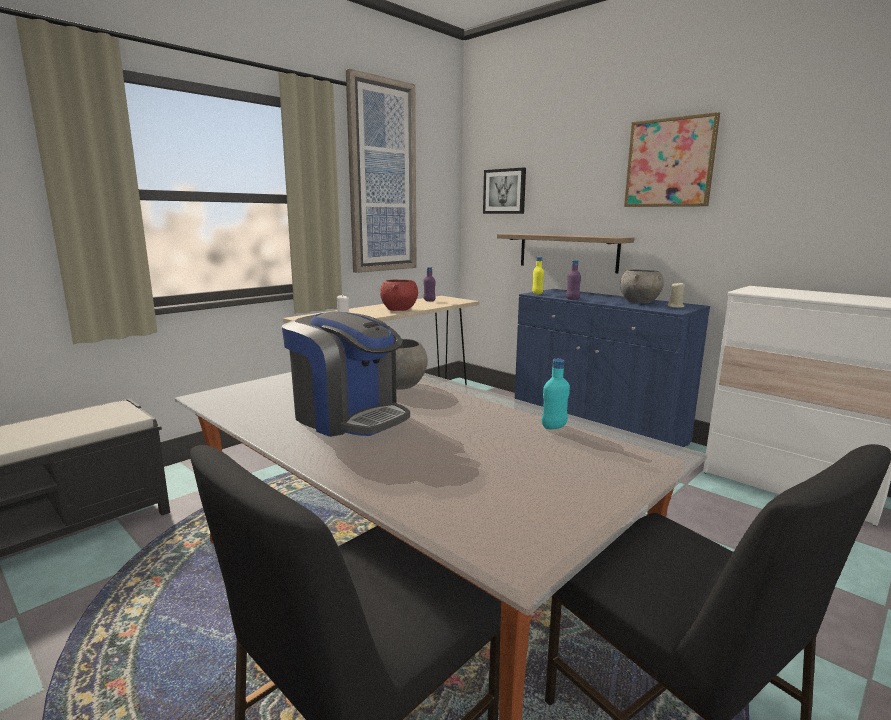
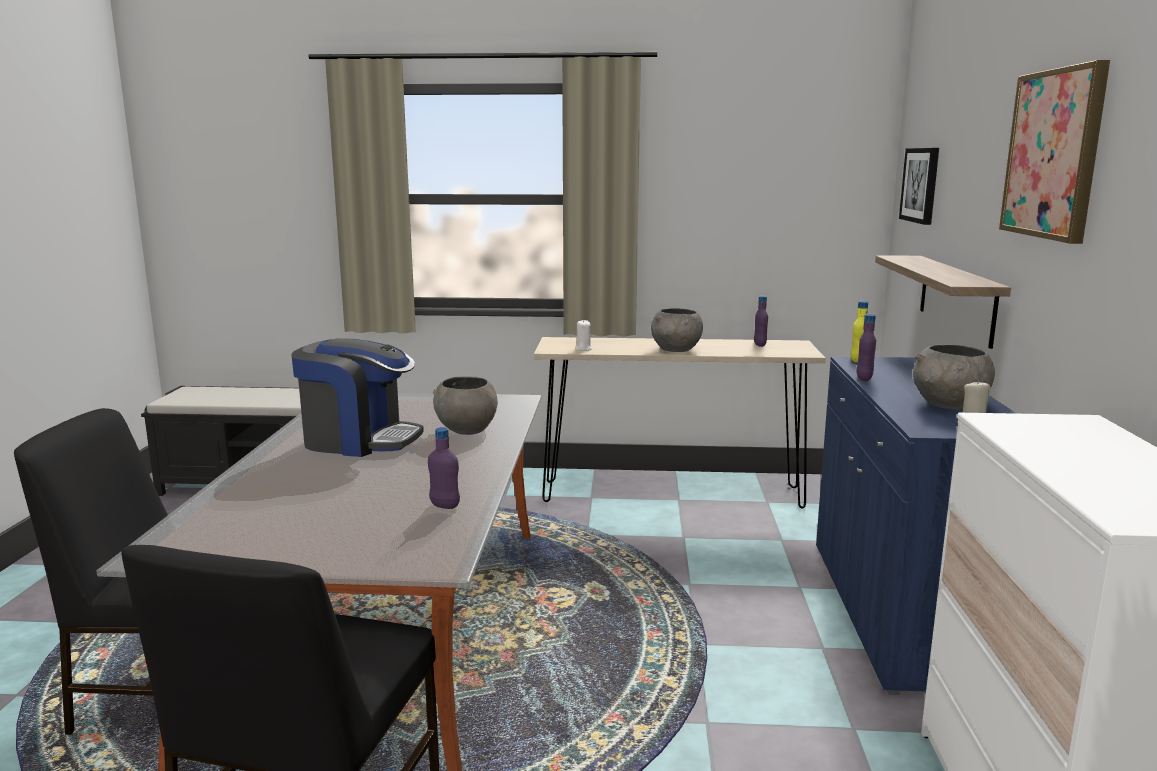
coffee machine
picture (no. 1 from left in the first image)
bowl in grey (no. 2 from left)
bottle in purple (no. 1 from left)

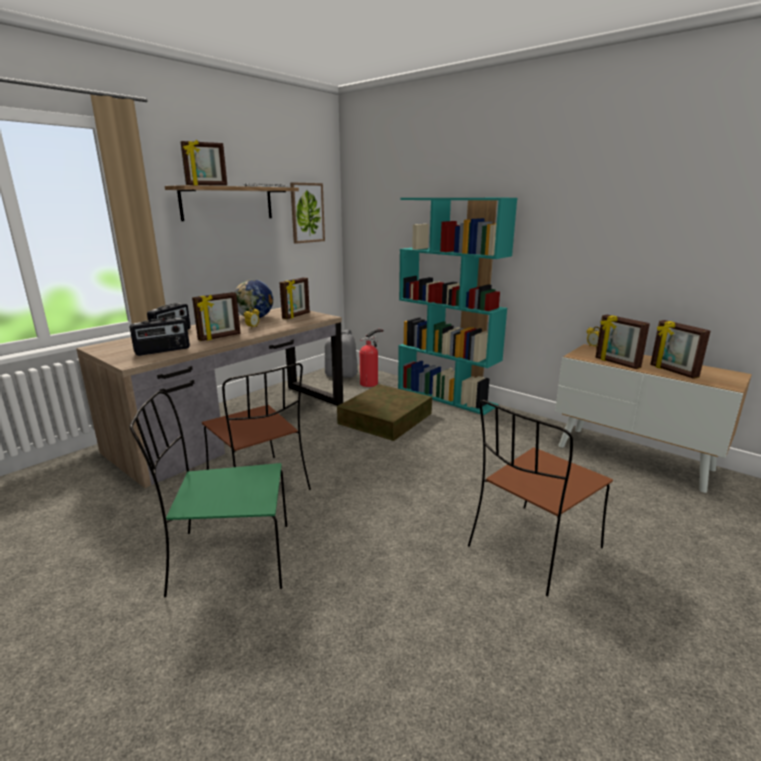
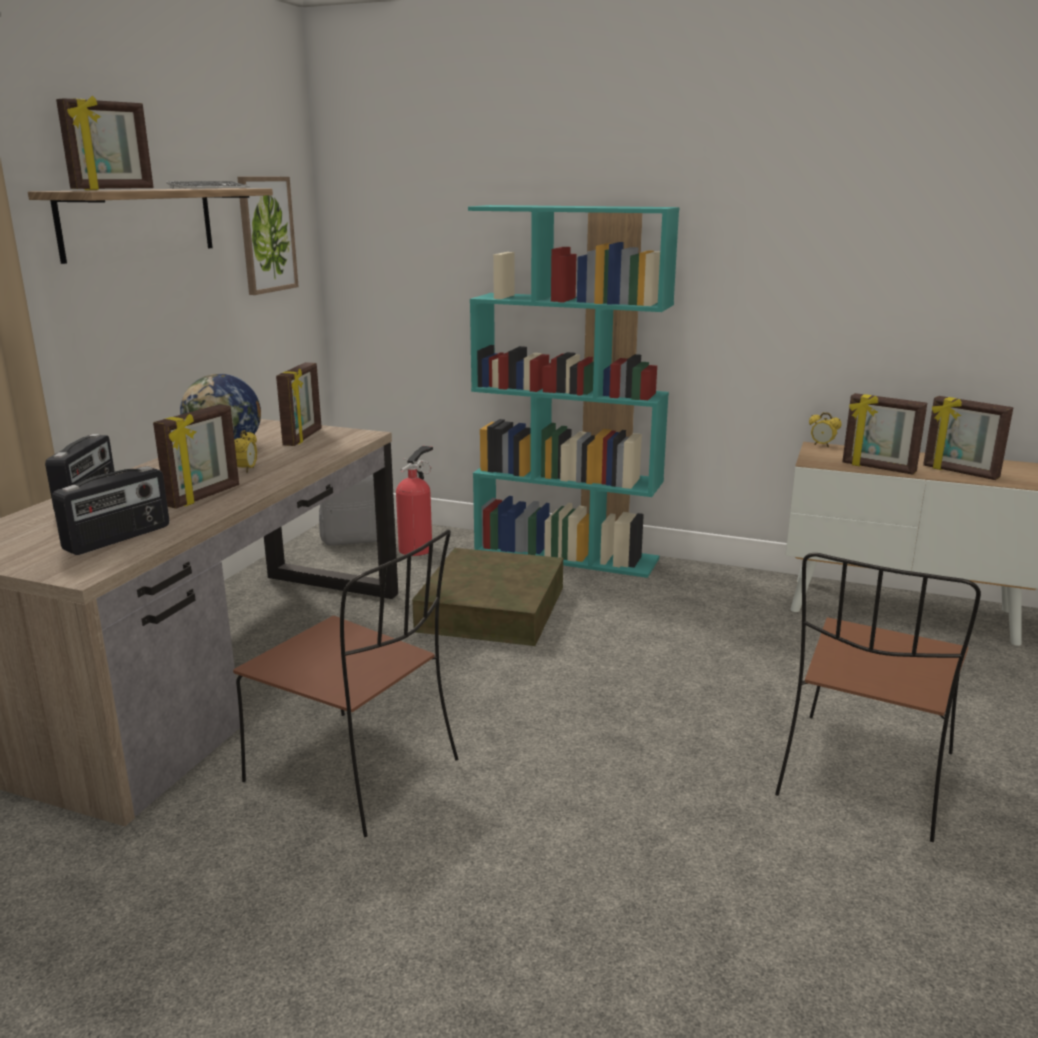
chair in green

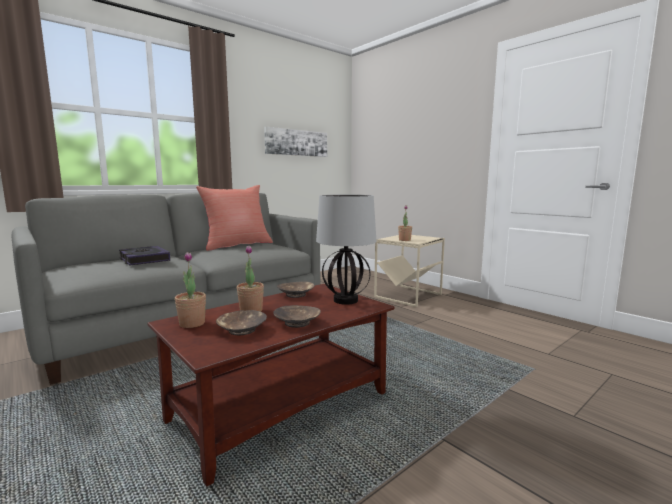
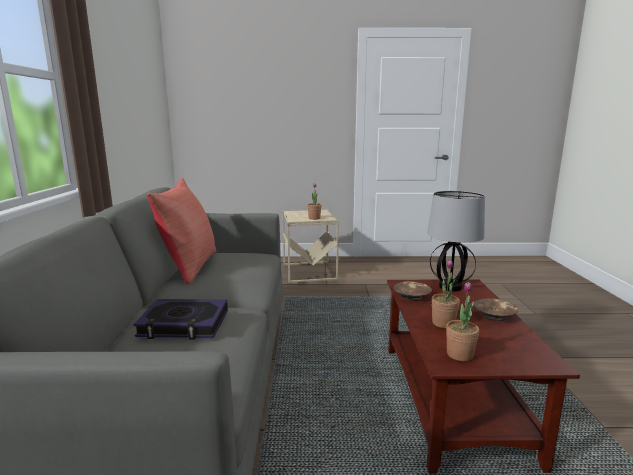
bowl in brown (no. 1 from left in the first image)
picture

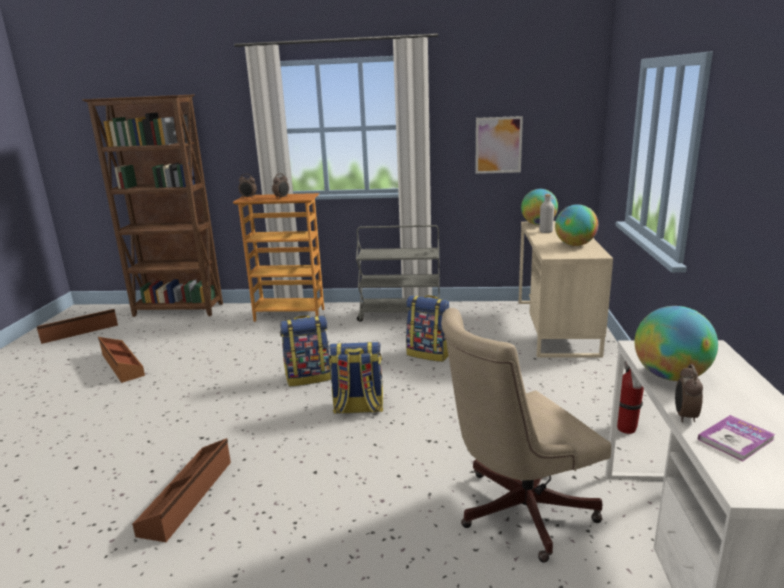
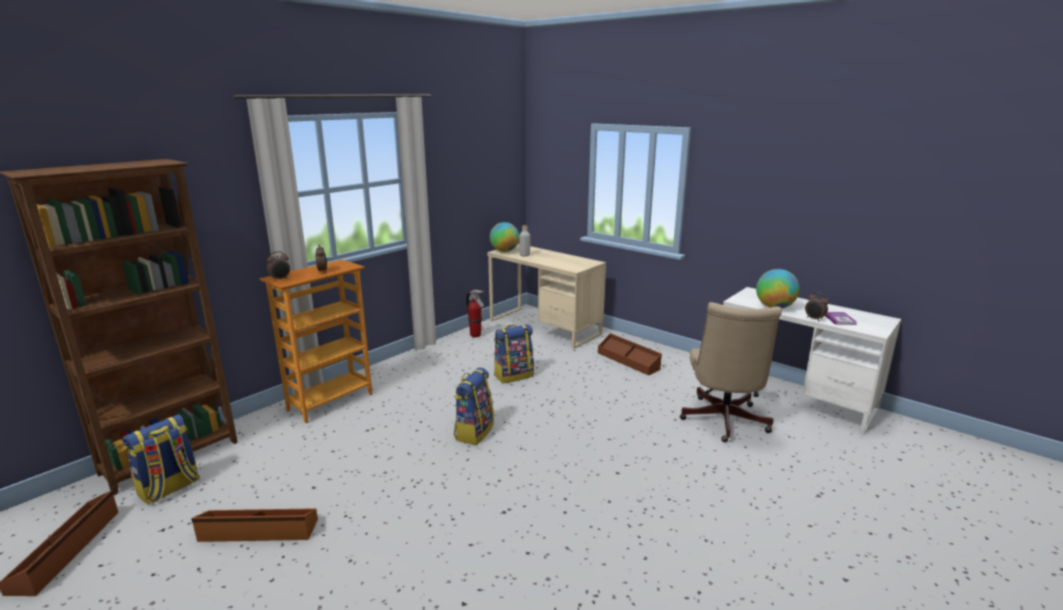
storage box in brown (no. 3 from left)
backpack (no. 1 from left)
cart in grey
picture
globe (no. 2 from left in the first image)
fire extinguisher

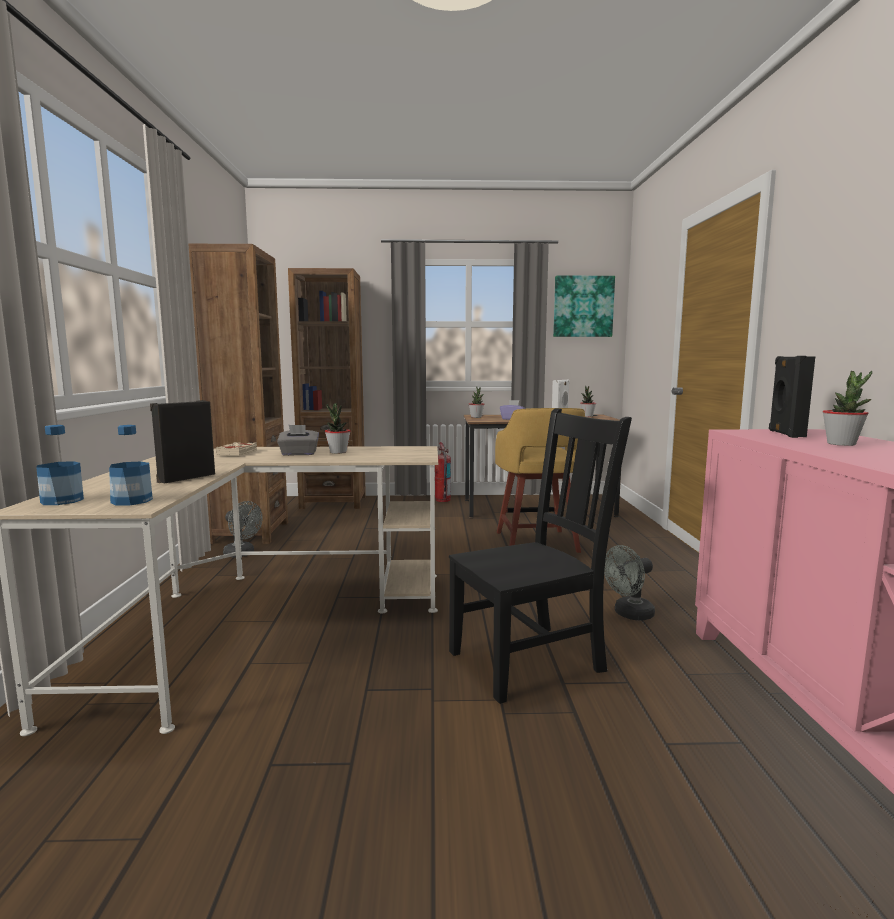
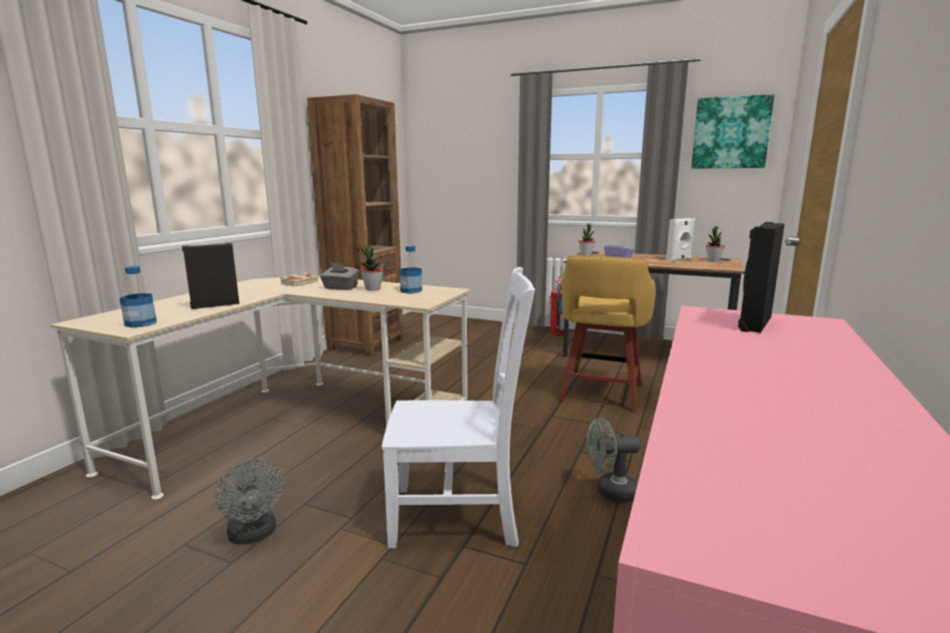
bottle (no. 2 from left)
fan in grey (no. 1 from left)
bookcase in brown (no. 2 from left in the first image)
chair in white
potted plant (no. 4 from left in the first image)

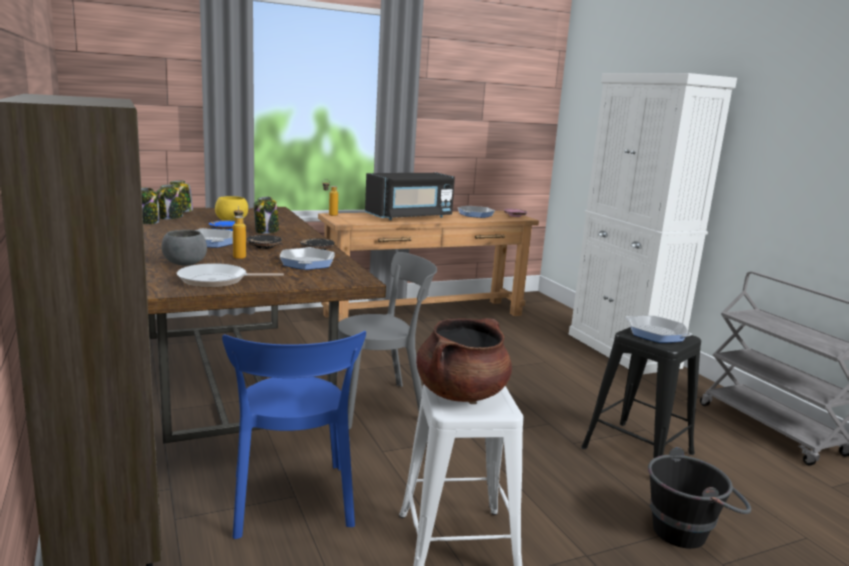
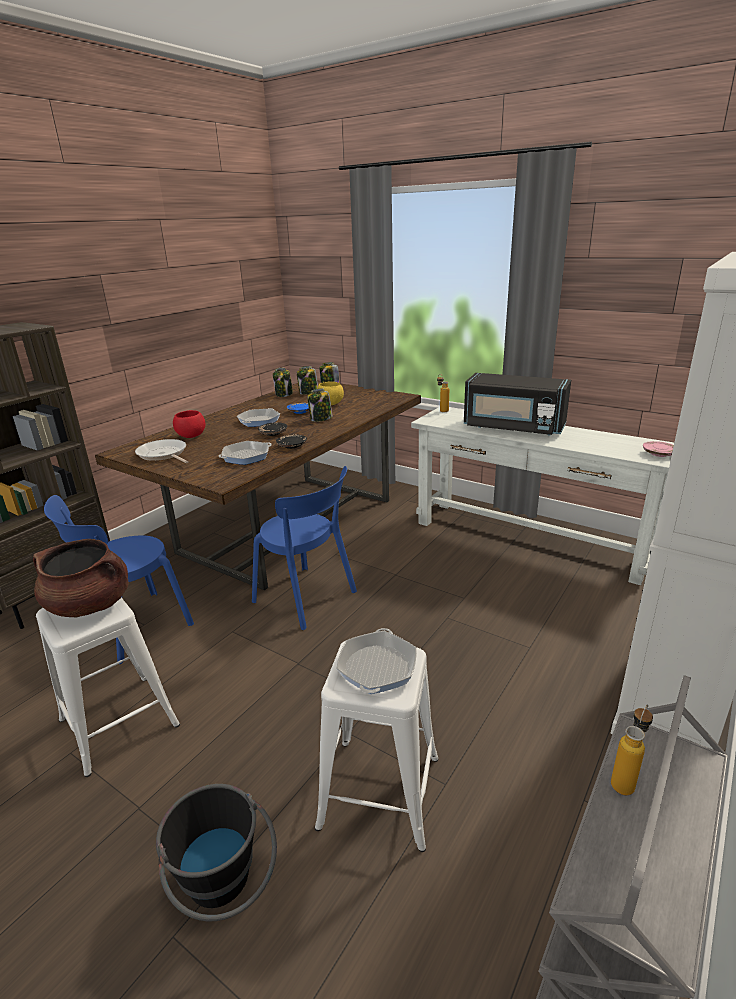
bowl in red
bottle (no. 2 from left)
console table in white
chair in blue (no. 2 from left)
frying pan (no. 4 from left in the first image)
stool in white (no. 2 from left)

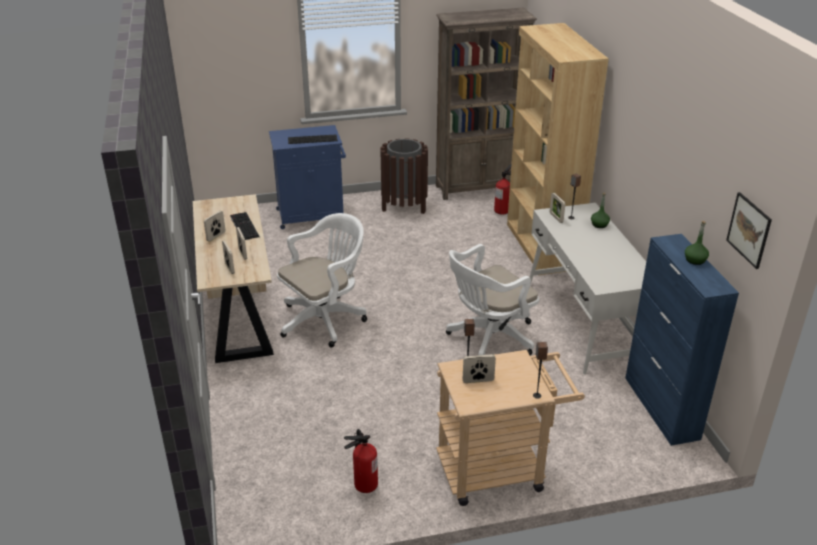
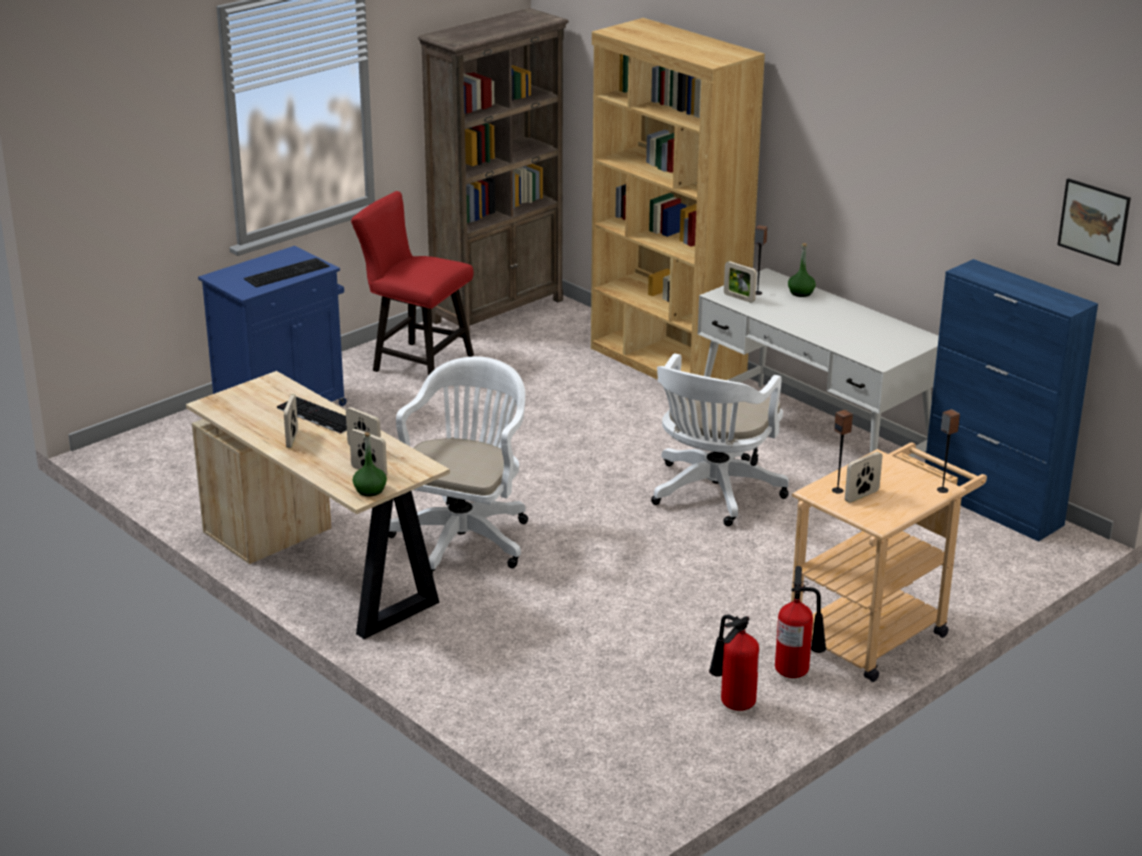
chair in red
fire extinguisher (no. 2 from left)
bottle in green (no. 1 from left)

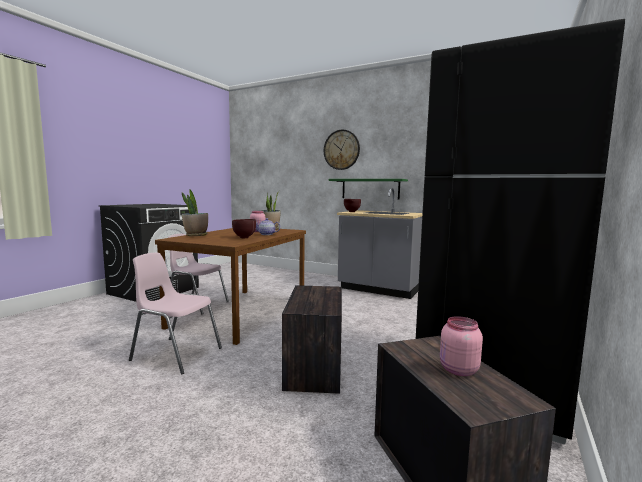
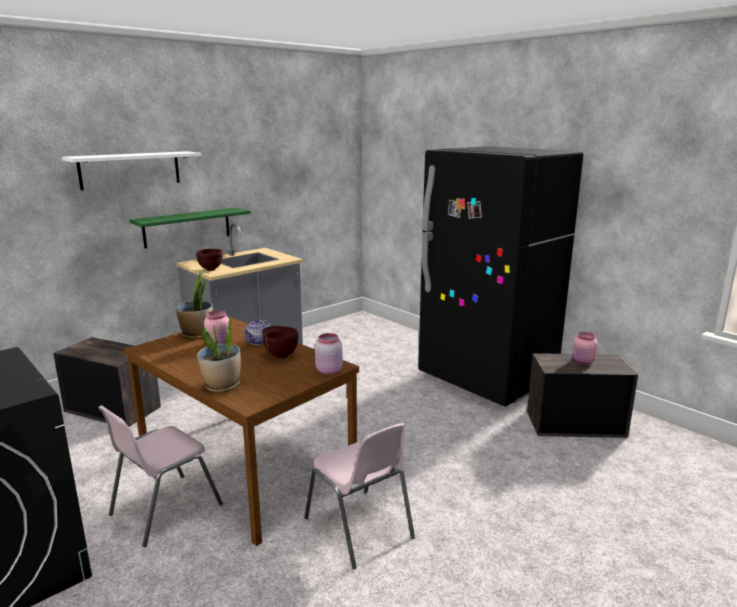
chair in pink (no. 2 from left)
crate (no. 1 from left)
shelf in white
jar in pink (no. 2 from left)

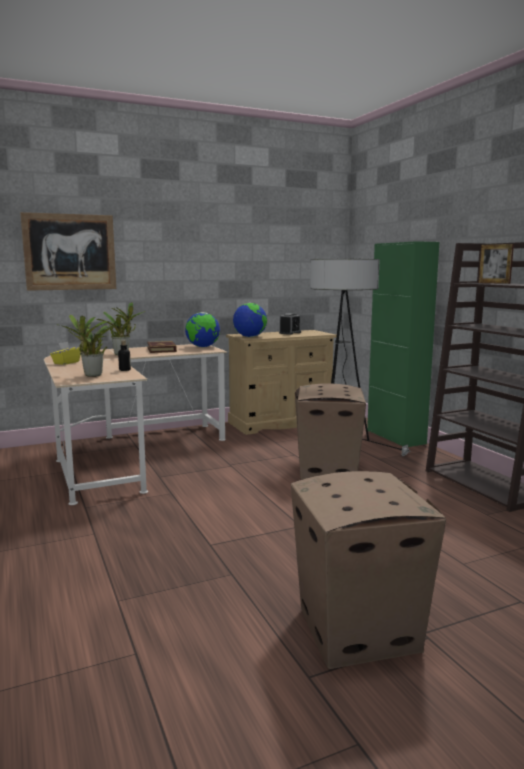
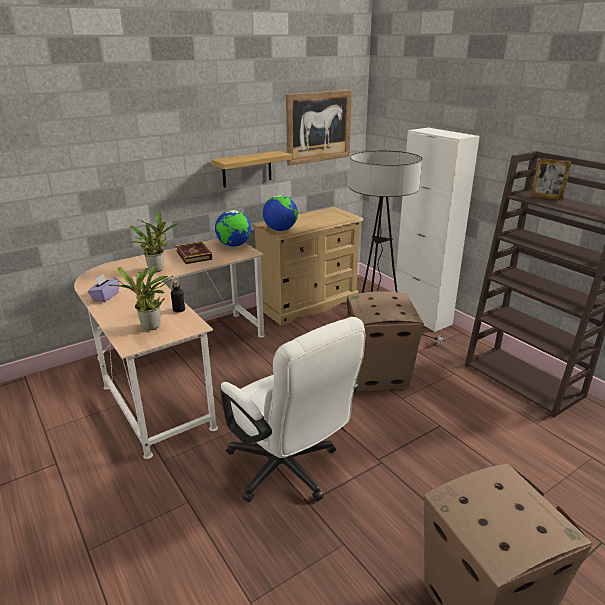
picture
tissue box in purple
alarm clock
cabinet in white
shelf
office chair in white

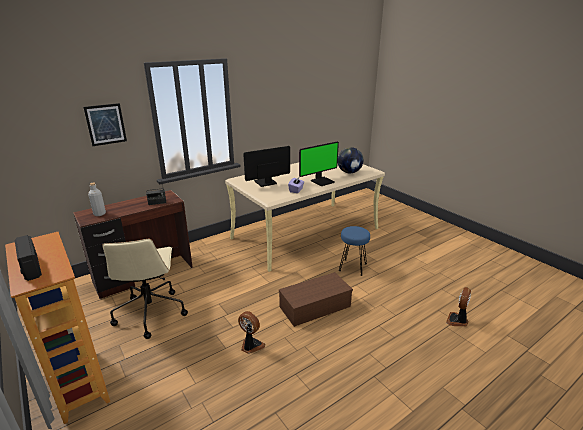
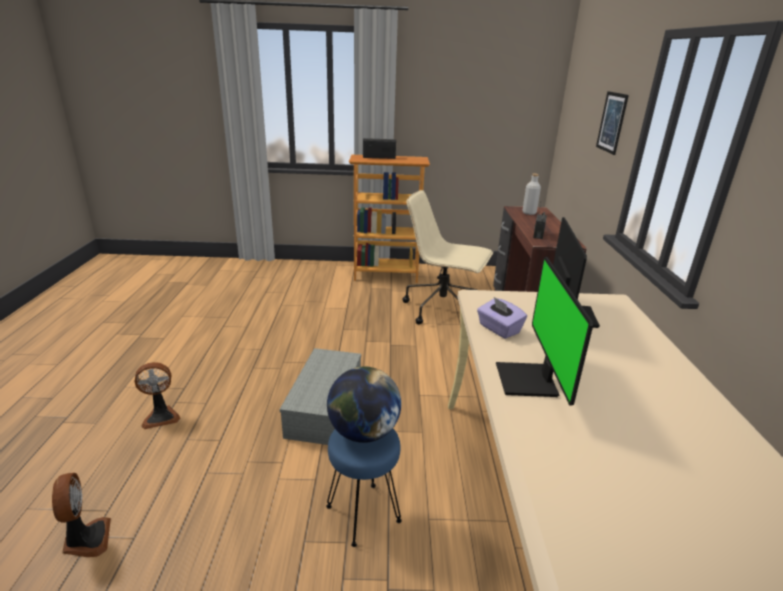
fan (no. 2 from left)
storage box in grey
globe

